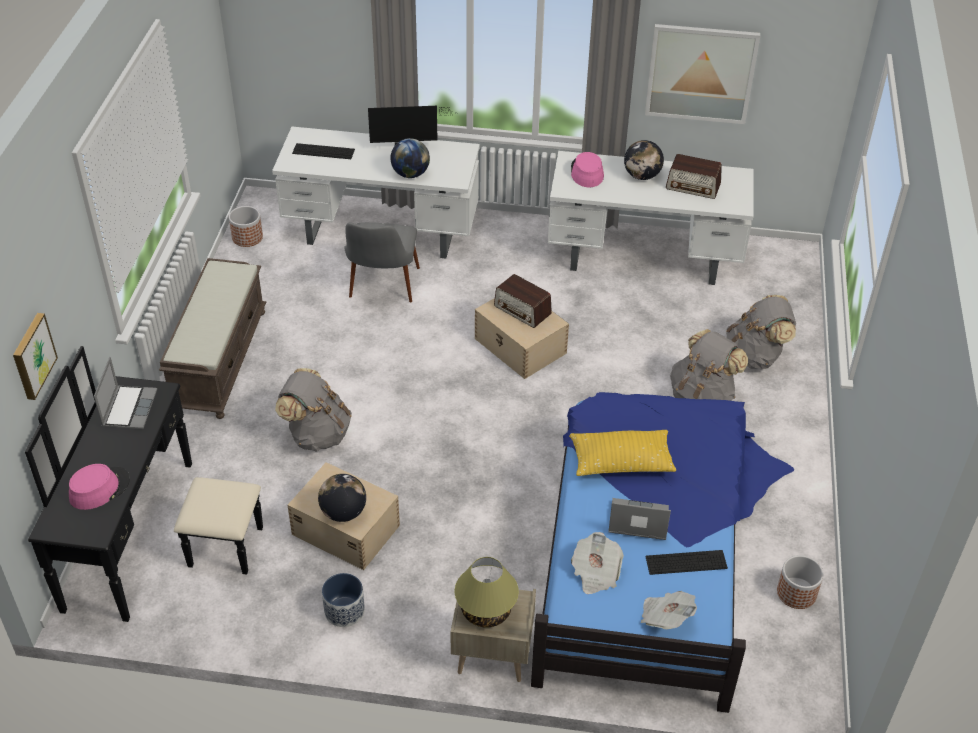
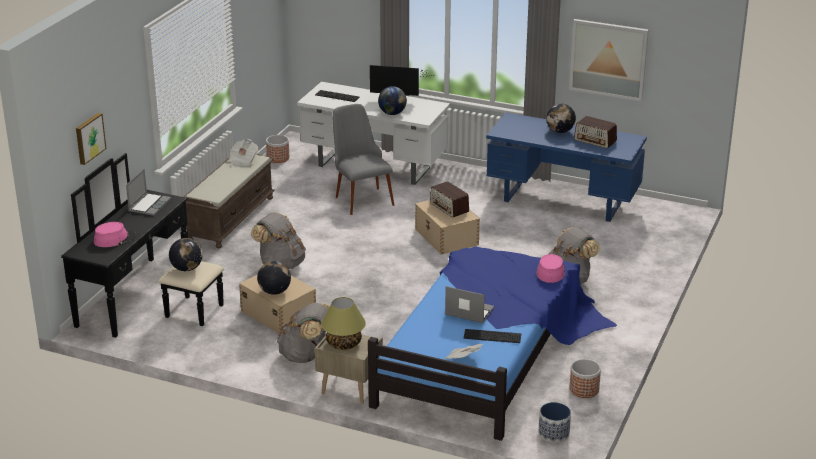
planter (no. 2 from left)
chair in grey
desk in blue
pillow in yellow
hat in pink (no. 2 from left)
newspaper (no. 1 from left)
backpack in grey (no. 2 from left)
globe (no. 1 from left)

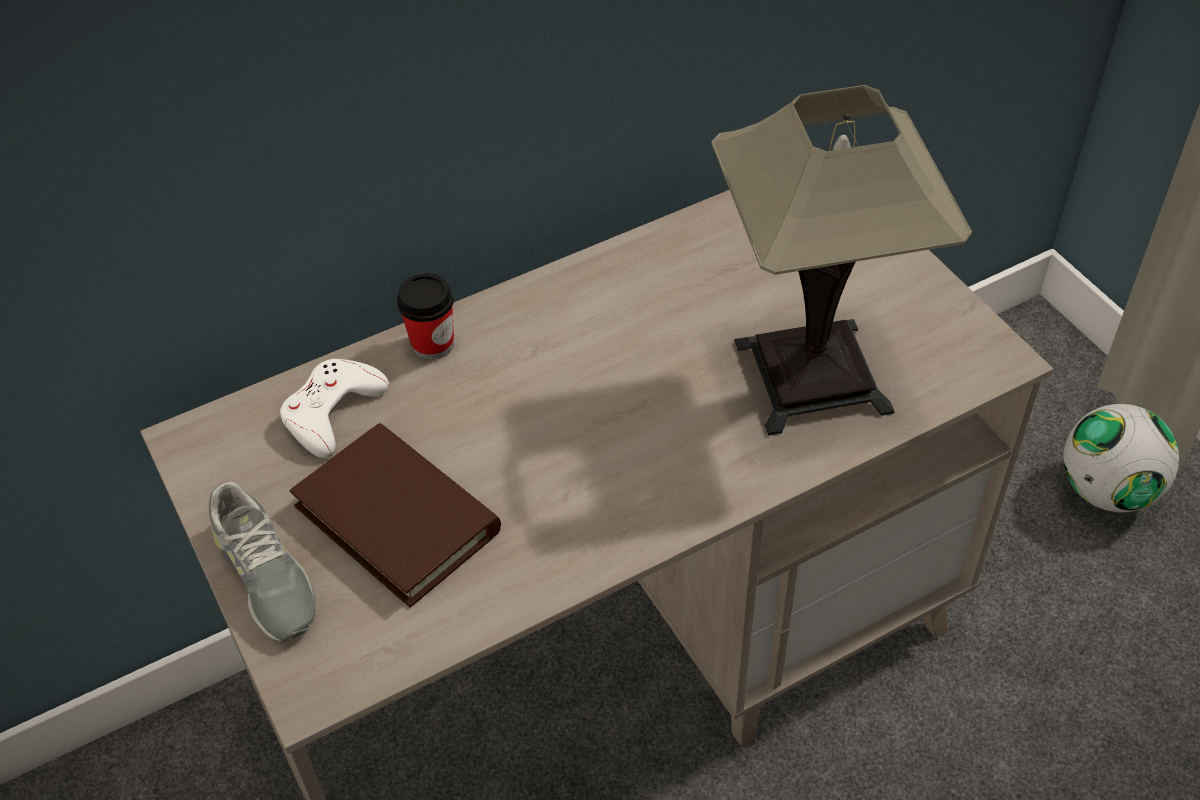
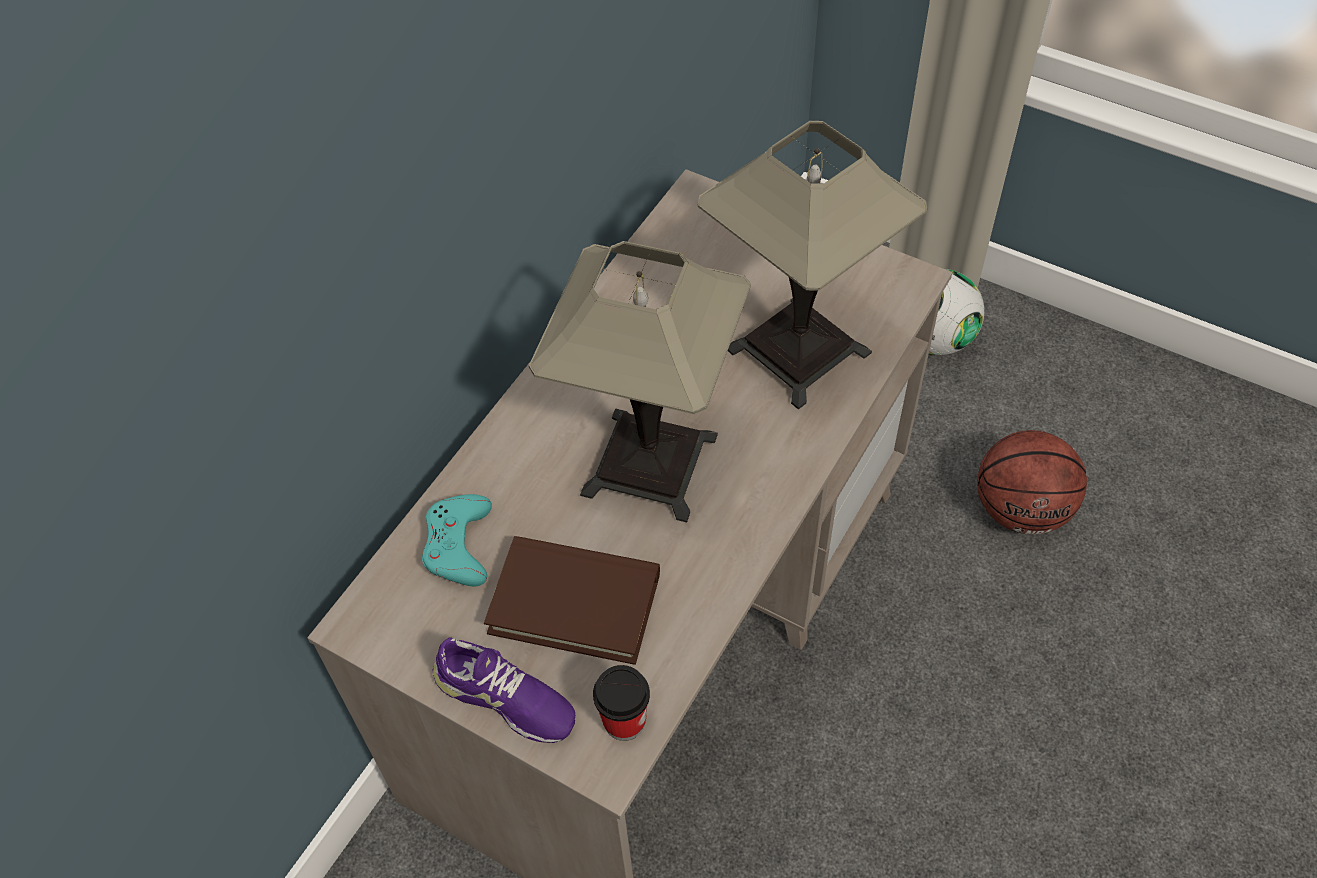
shoe in purple
game controller in turquoise
cup
table lamp (no. 1 from left)
basketball

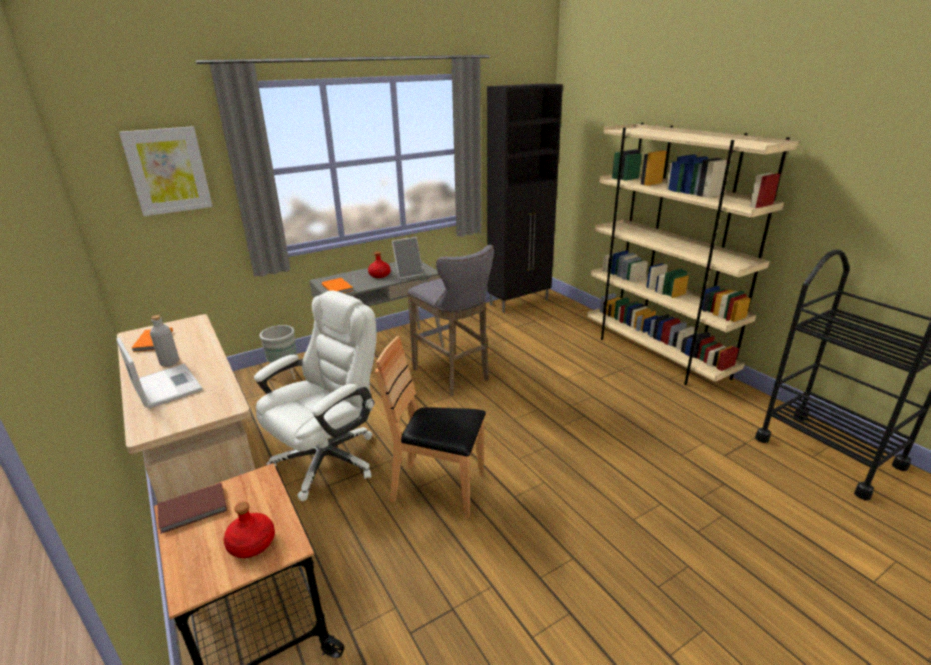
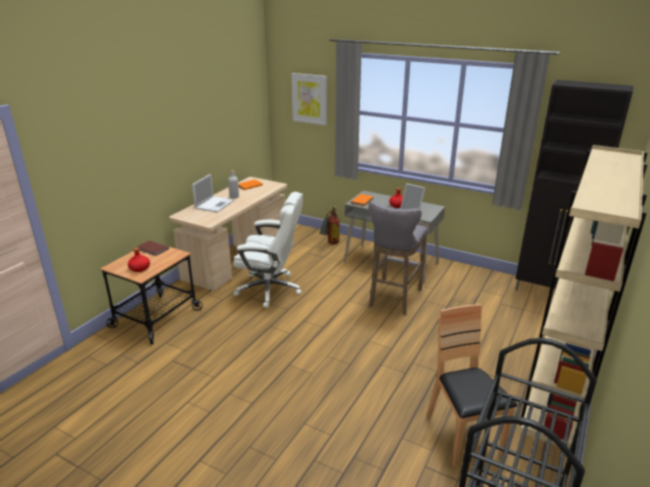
fire extinguisher
chair in brown

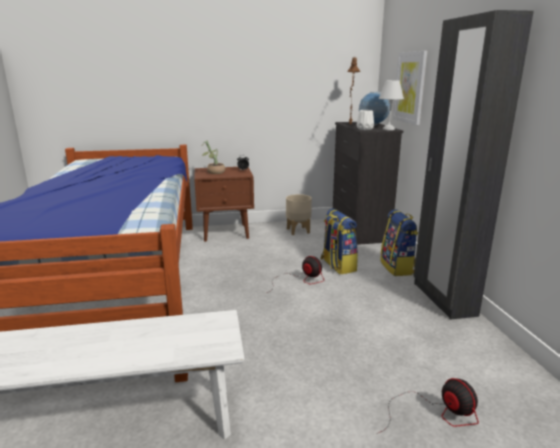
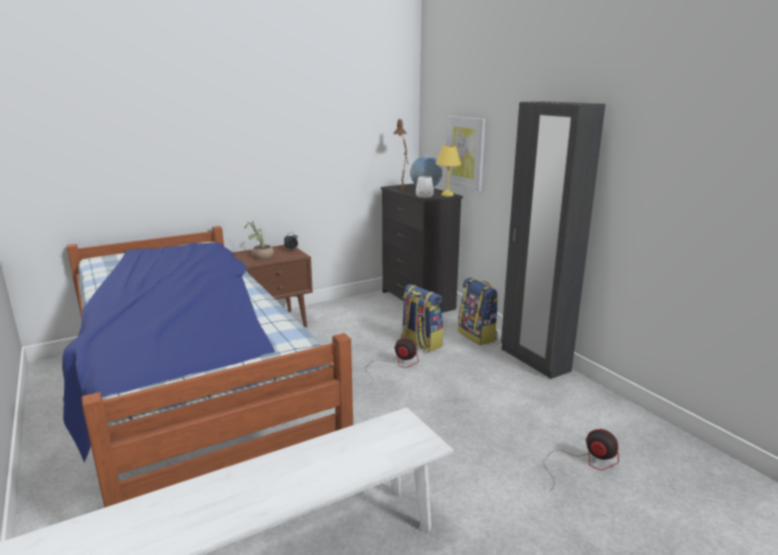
planter in beige
table lamp in yellow

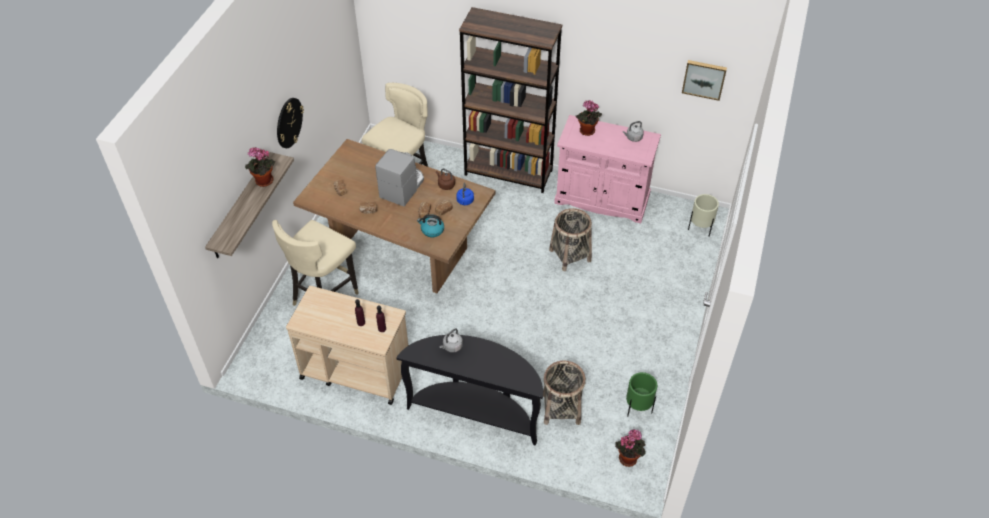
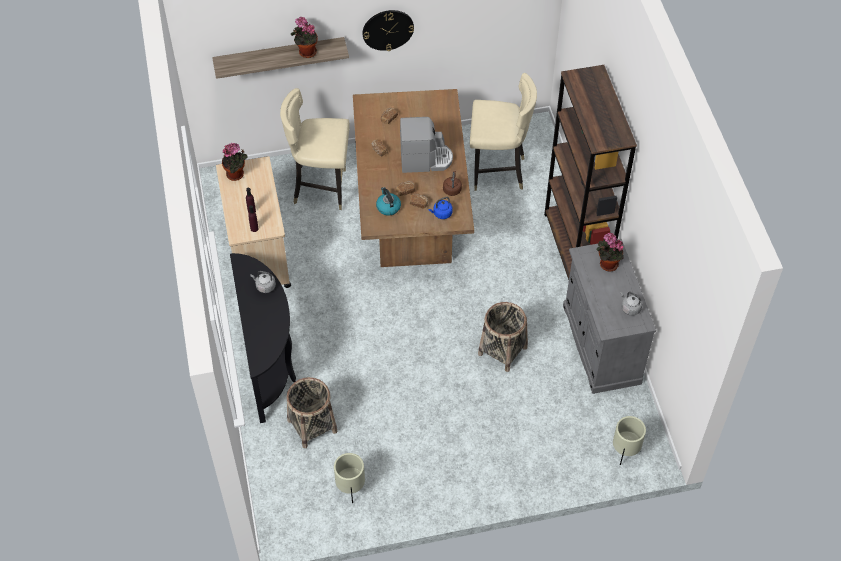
cabinet in grey
potted plant (no. 1 from left)
planter in beige (no. 1 from left)
picture

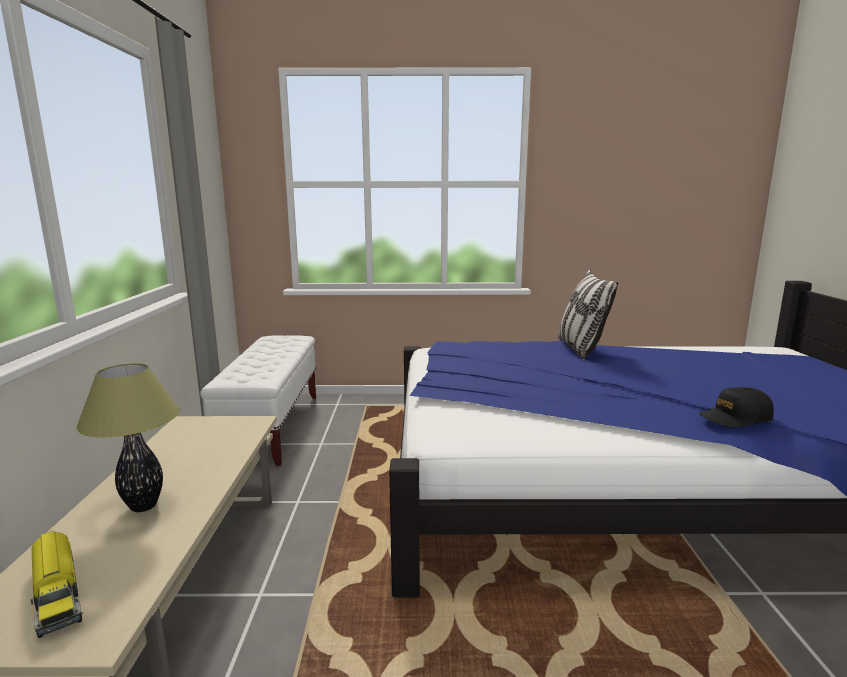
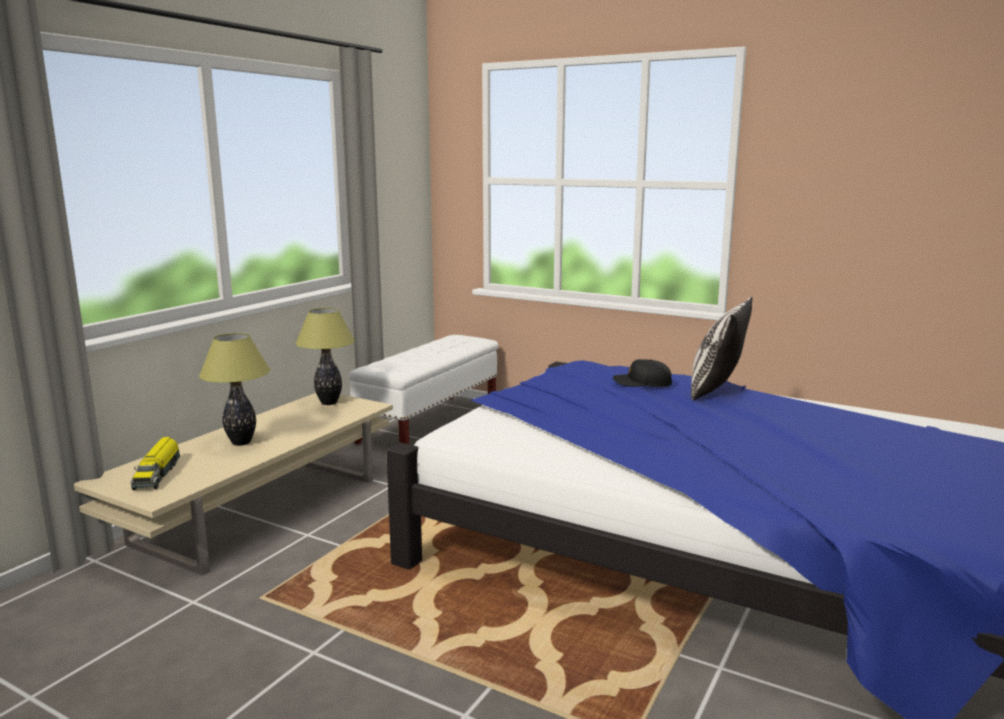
cap in black
table lamp (no. 2 from left)

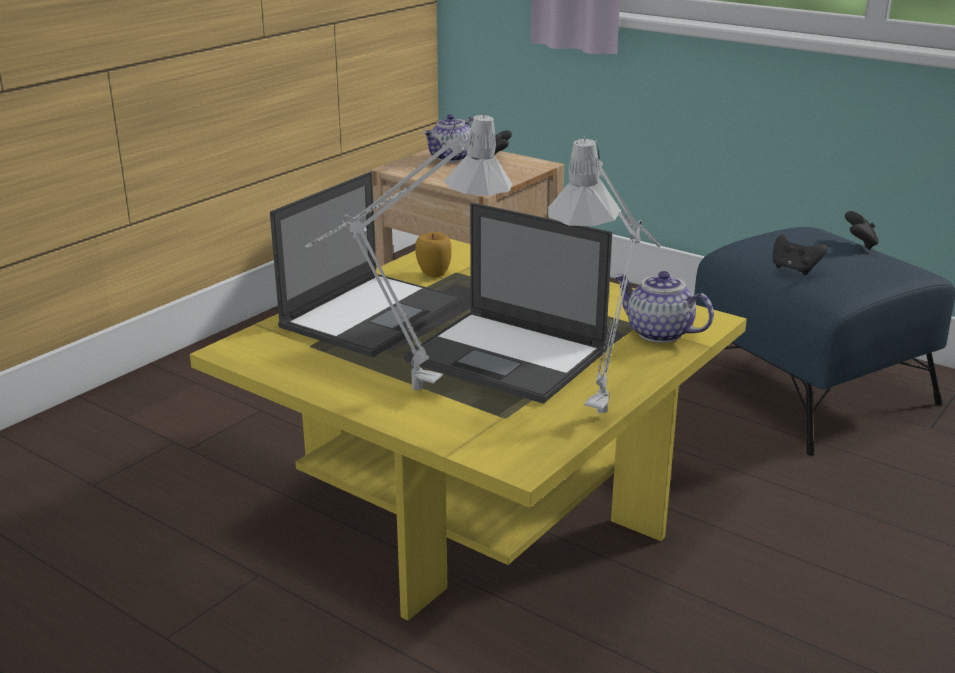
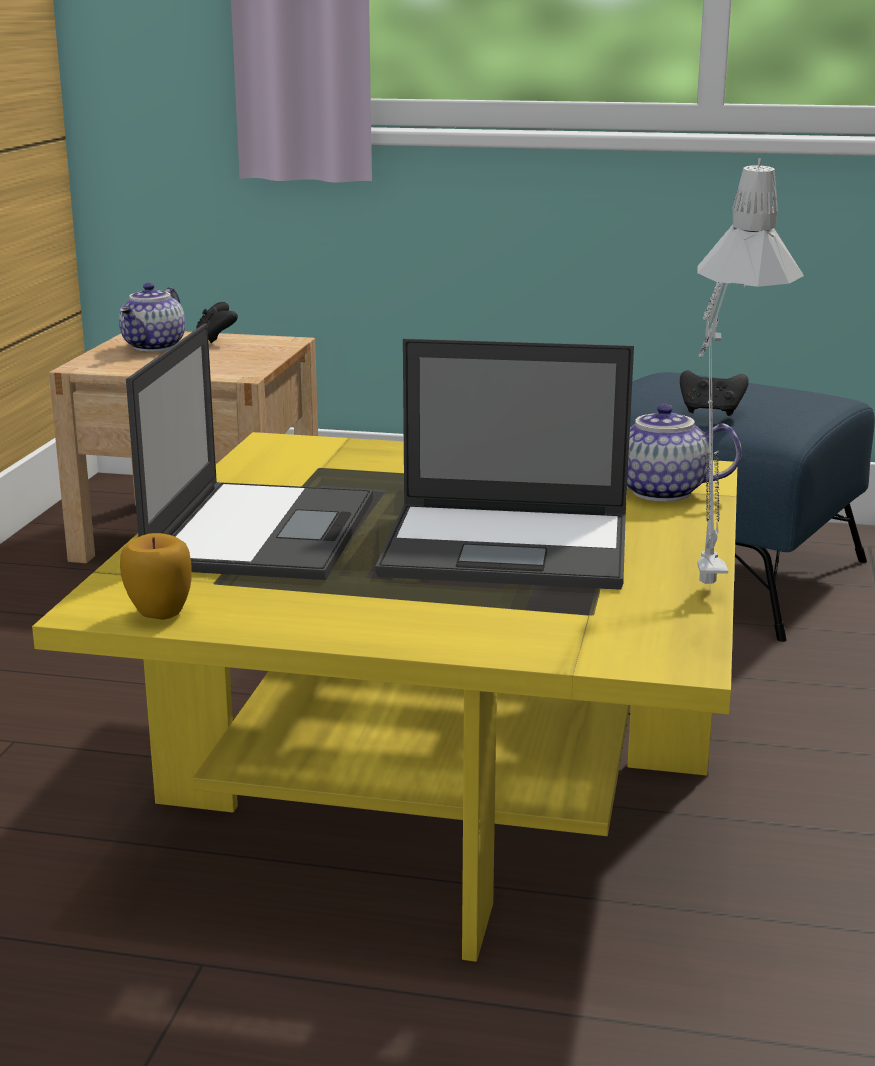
table lamp in grey (no. 1 from left in the first image)
apple
game controller in black (no. 3 from left in the first image)

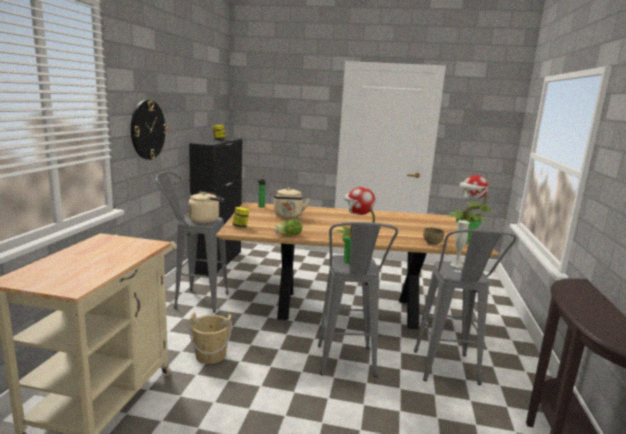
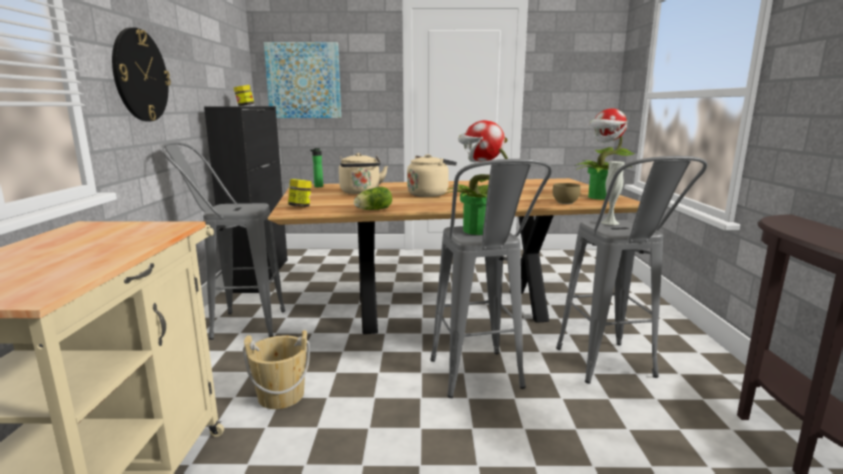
kettle in beige (no. 2 from left)
picture

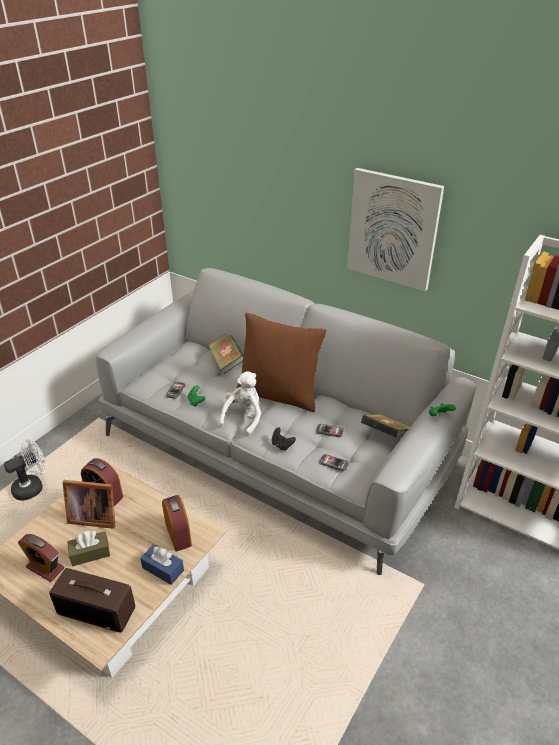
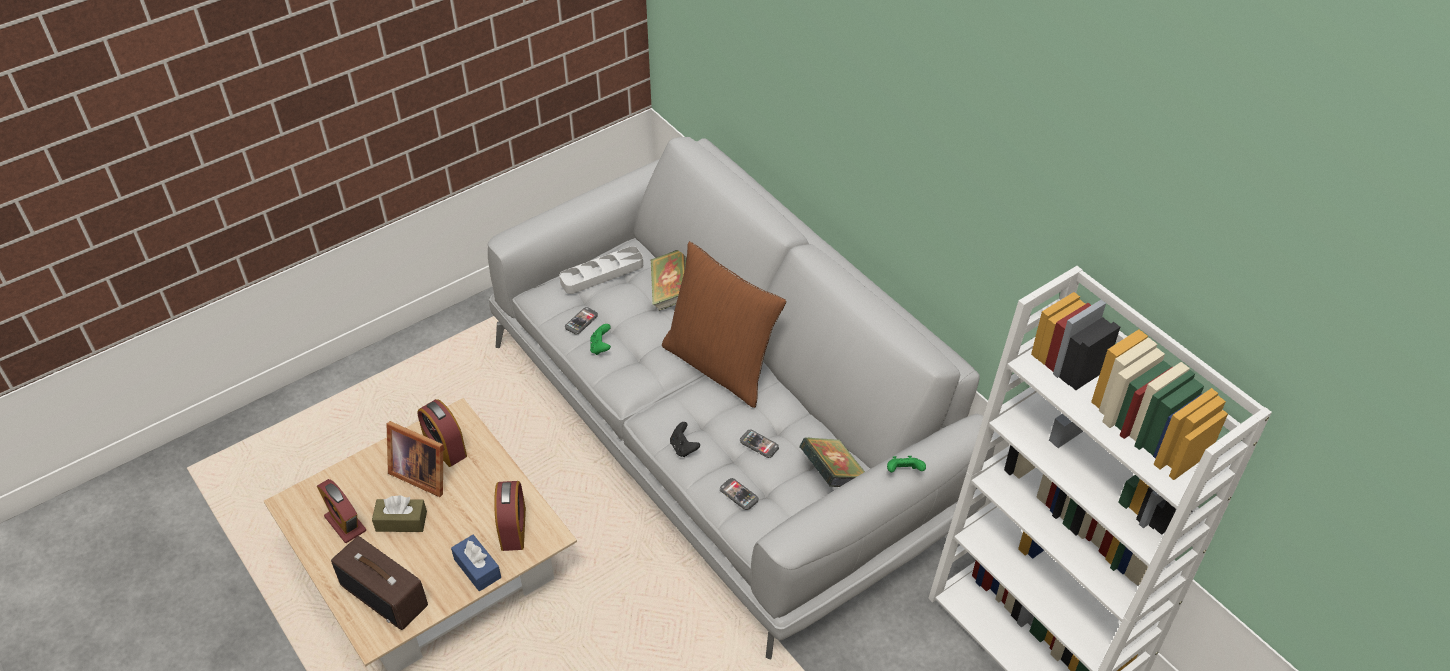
fan in white
plush toy in white
picture
tray in grey

